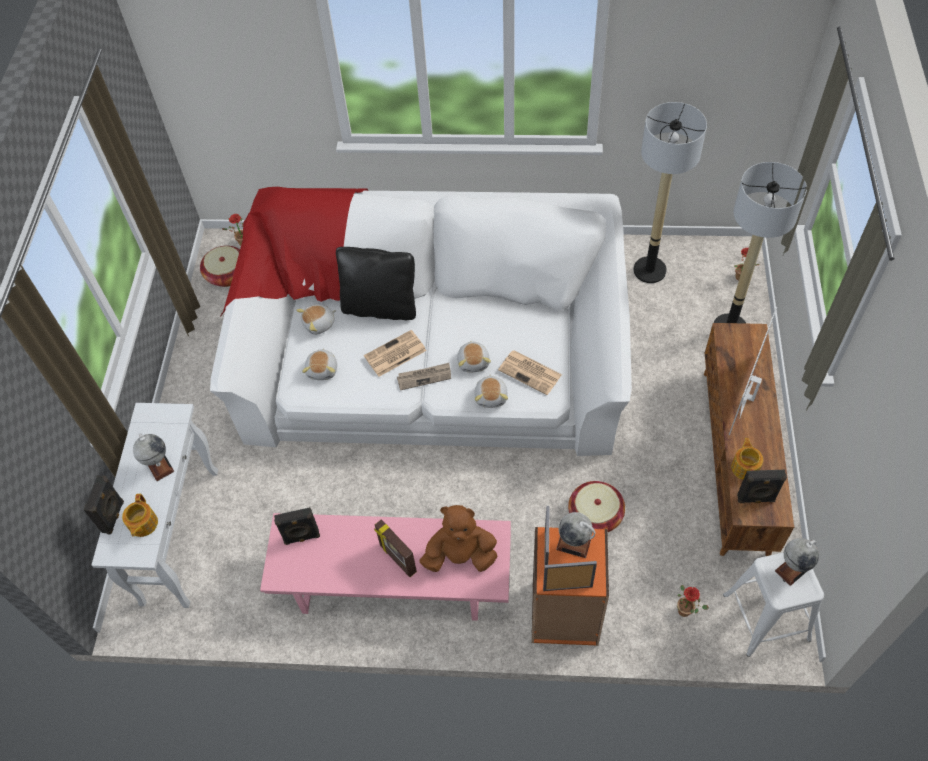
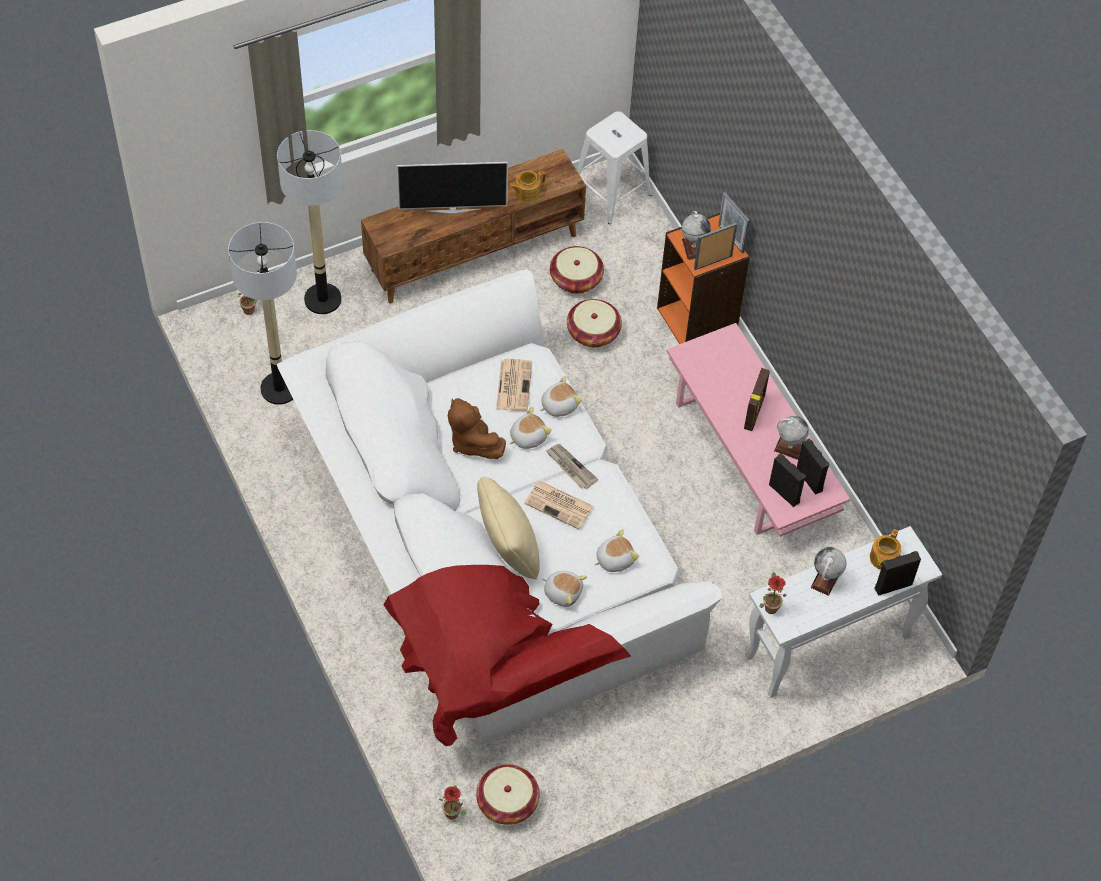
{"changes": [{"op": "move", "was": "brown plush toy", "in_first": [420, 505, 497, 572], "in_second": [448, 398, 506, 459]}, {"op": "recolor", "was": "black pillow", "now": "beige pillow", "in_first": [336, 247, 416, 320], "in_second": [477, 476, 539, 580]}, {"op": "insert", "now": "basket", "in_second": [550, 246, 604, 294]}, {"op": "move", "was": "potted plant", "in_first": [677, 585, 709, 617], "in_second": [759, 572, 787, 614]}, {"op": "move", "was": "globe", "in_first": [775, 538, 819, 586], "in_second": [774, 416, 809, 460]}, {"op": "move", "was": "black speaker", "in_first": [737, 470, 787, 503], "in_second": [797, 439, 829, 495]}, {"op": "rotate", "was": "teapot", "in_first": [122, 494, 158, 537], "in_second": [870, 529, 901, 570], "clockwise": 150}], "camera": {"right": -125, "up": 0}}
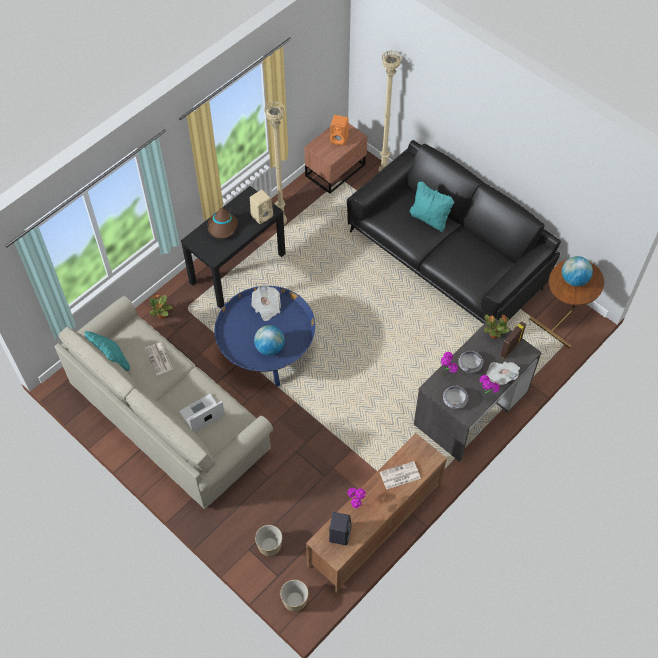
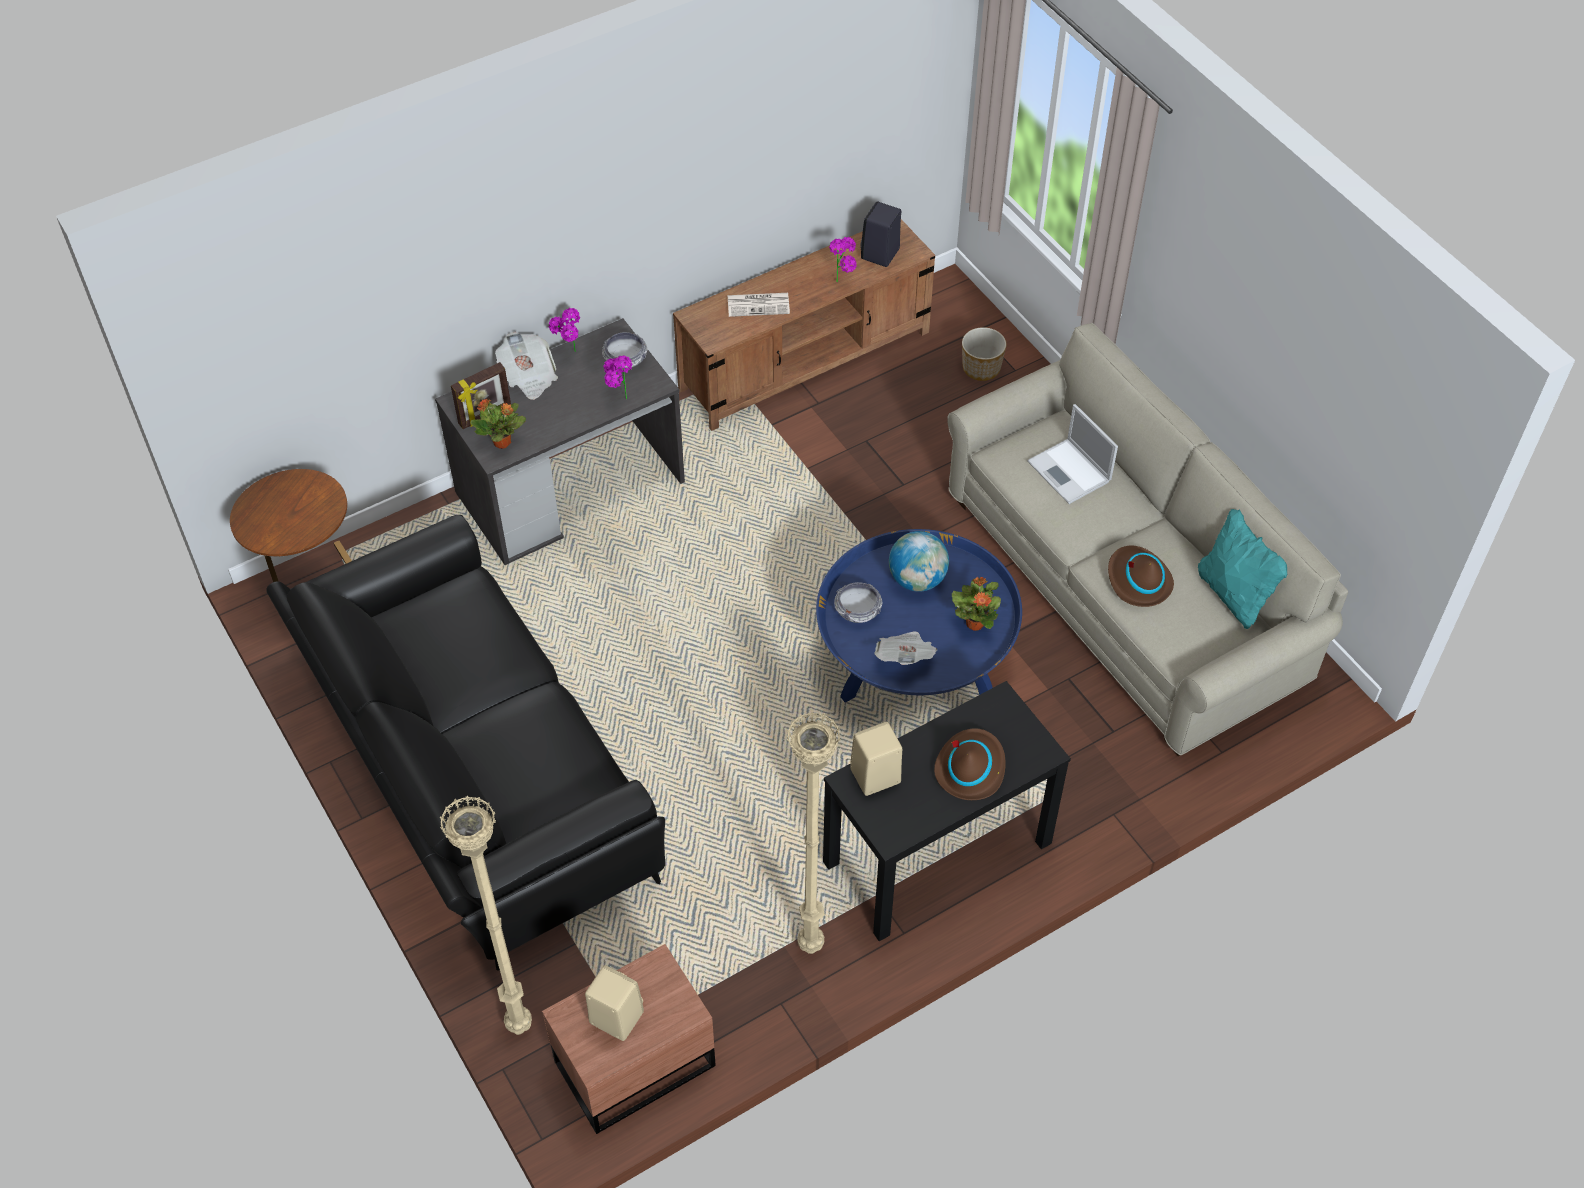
{"changes": [{"op": "recolor", "was": "orange speaker", "now": "beige speaker", "in_first": [330, 115, 349, 146], "in_second": [585, 965, 644, 1041]}, {"op": "move", "was": "bowl", "in_first": [458, 351, 484, 373], "in_second": [834, 582, 882, 623]}, {"op": "move", "was": "potted plant", "in_first": [150, 294, 172, 318], "in_second": [952, 577, 1001, 631]}, {"op": "rotate", "was": "laptop", "in_first": [179, 394, 225, 433], "in_second": [1027, 404, 1118, 504], "clockwise": 75}, {"op": "replace", "was": "newspaper", "now": "brown hat", "in_first": [145, 343, 173, 375], "in_second": [1108, 546, 1174, 607]}, {"op": "delete", "was": "planter", "in_first": [280, 580, 308, 612]}, {"op": "delete", "was": "turquoise pillow", "in_first": [410, 181, 454, 232]}, {"op": "delete", "was": "globe", "in_first": [562, 256, 593, 286]}], "camera": {"right": -165, "up": -5}}
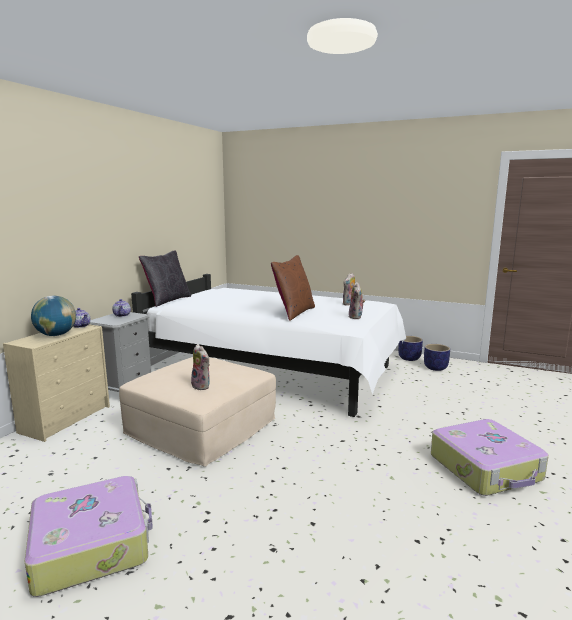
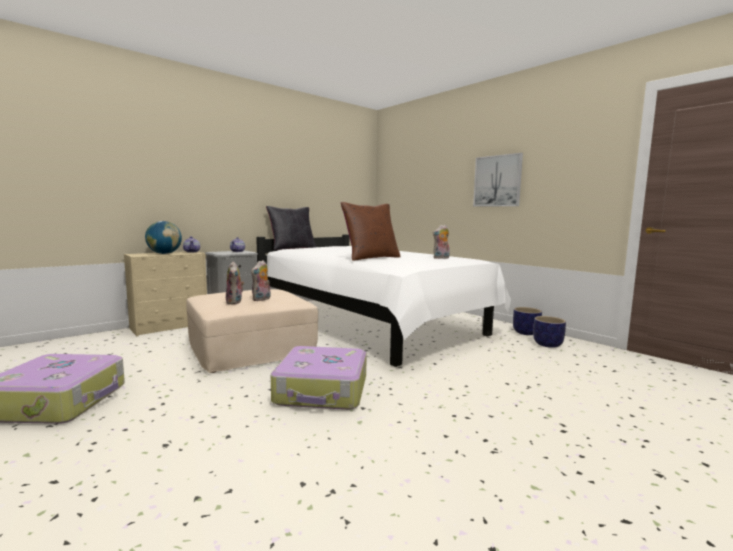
{"changes": [{"op": "move", "was": "plush toy", "in_first": [349, 282, 365, 319], "in_second": [251, 260, 270, 301]}, {"op": "move", "was": "suitcase", "in_first": [431, 419, 549, 496], "in_second": [271, 346, 367, 410]}, {"op": "insert", "now": "picture", "in_second": [473, 153, 523, 207]}], "camera": {"right": 25, "up": -5}}
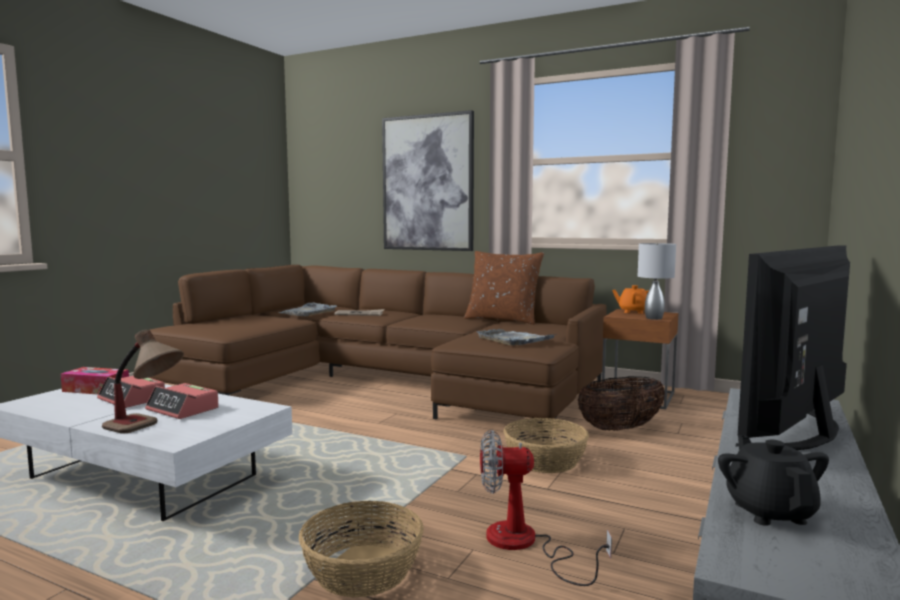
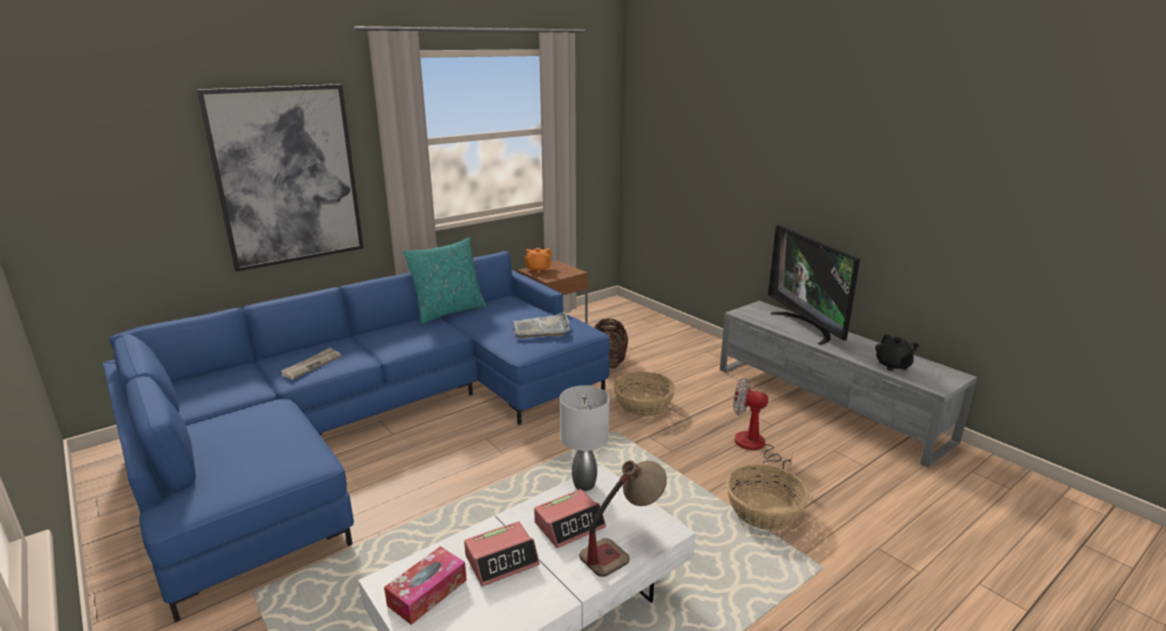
{"changes": [{"op": "recolor", "was": "brown sofa", "now": "blue sofa", "in_first": [141, 265, 607, 430], "in_second": [103, 251, 610, 622]}, {"op": "recolor", "was": "brown pillow", "now": "turquoise pillow", "in_first": [464, 251, 544, 324], "in_second": [403, 237, 487, 324]}, {"op": "move", "was": "grey table lamp", "in_first": [638, 242, 676, 320], "in_second": [560, 386, 609, 491]}, {"op": "rotate", "was": "fan", "in_first": [480, 430, 612, 586], "in_second": [733, 378, 793, 474], "clockwise": 90}, {"op": "rotate", "was": "black teapot", "in_first": [718, 435, 829, 526], "in_second": [875, 334, 919, 371], "clockwise": -120}, {"op": "delete", "was": "grey tray", "in_first": [278, 302, 337, 316]}], "camera": {"right": -65, "up": 15}}
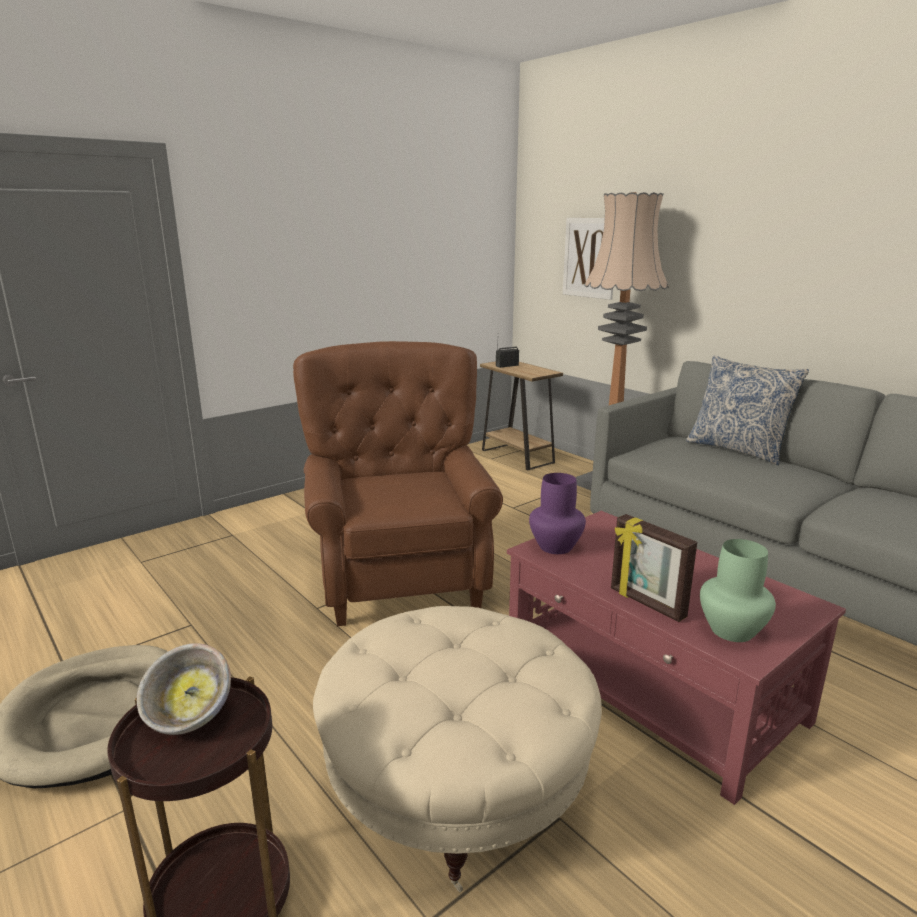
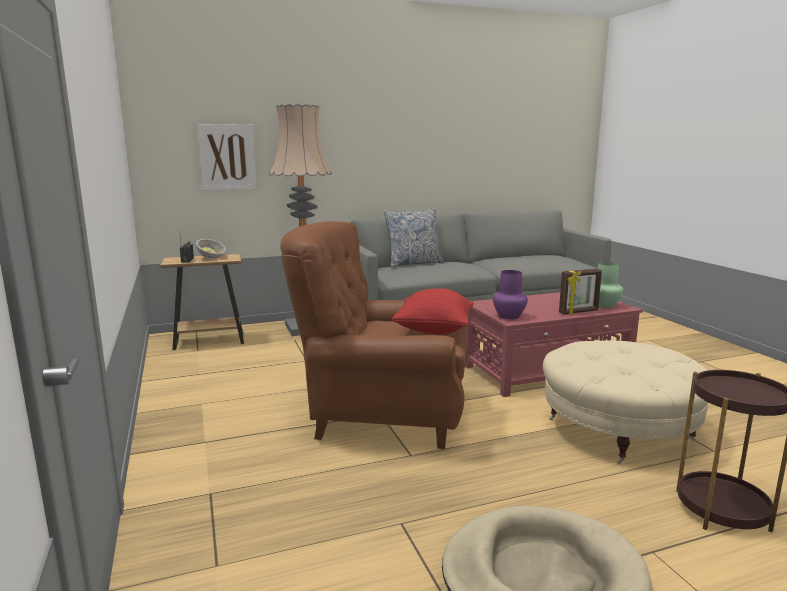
{"changes": [{"op": "move", "was": "bowl", "in_first": [137, 643, 231, 735], "in_second": [196, 239, 226, 259]}, {"op": "insert", "now": "red pillow", "in_second": [392, 288, 474, 335]}], "camera": {"right": -70, "up": -5}}
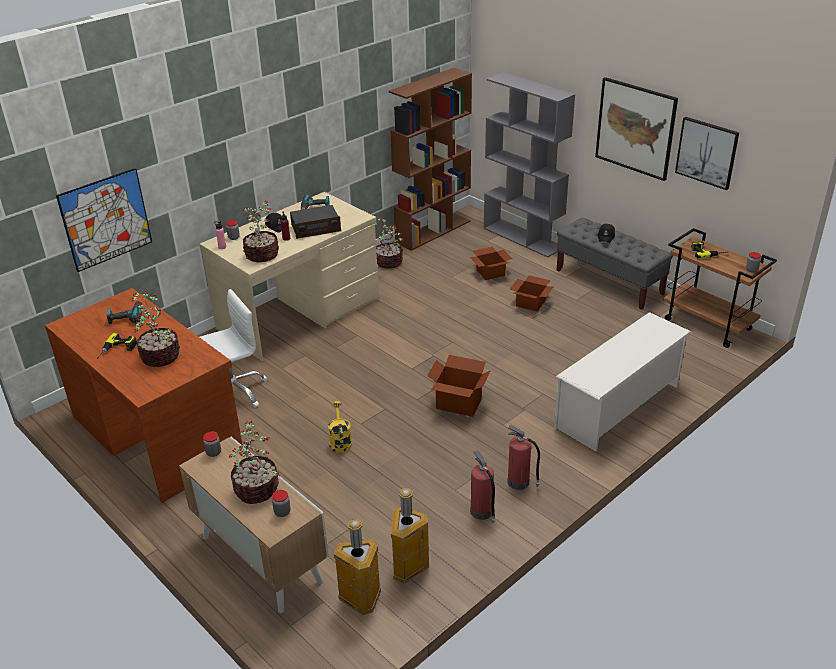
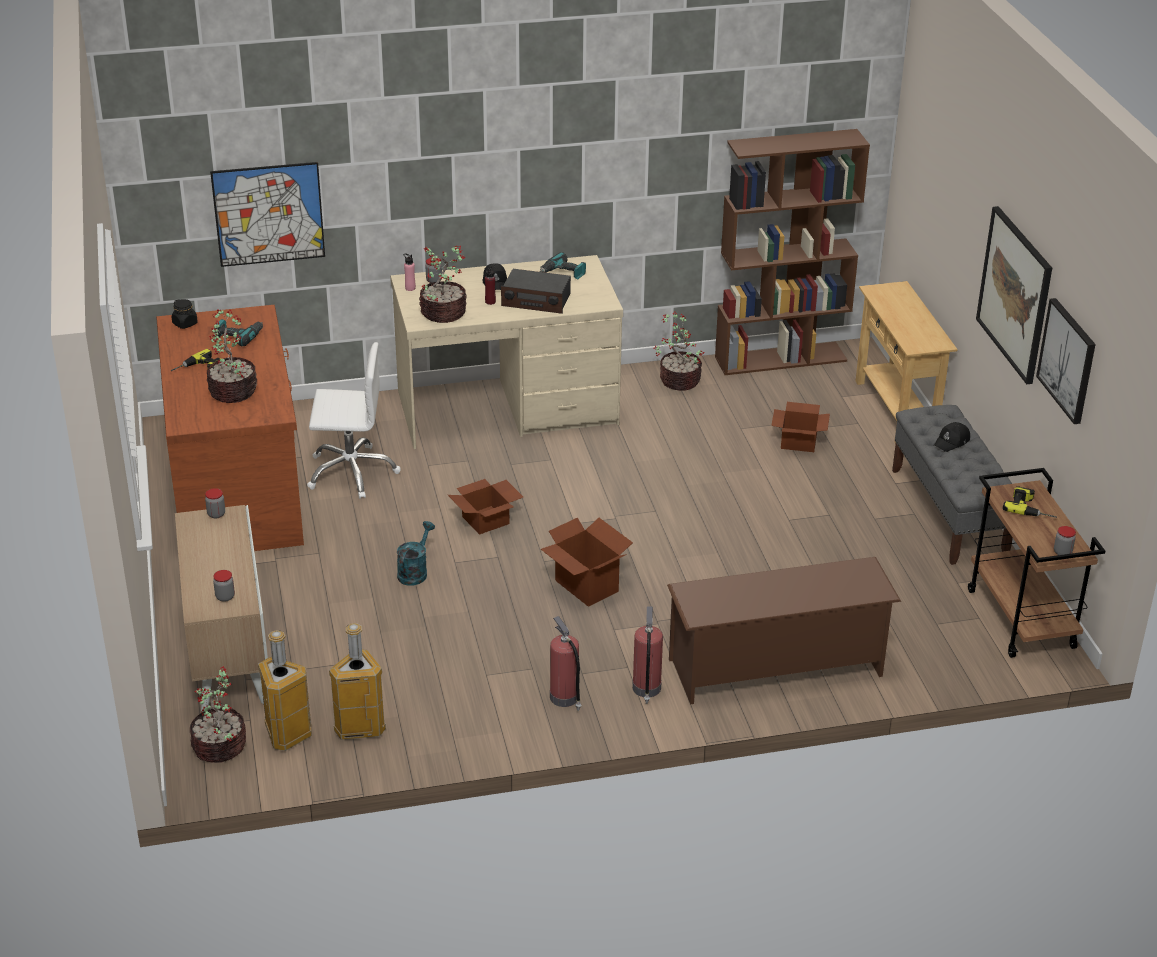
{"changes": [{"op": "insert", "now": "black jar", "in_second": [172, 299, 198, 329]}, {"op": "move", "was": "potted plant", "in_first": [229, 421, 280, 504], "in_second": [190, 666, 246, 763]}, {"op": "recolor", "was": "yellow watering can", "now": "turquoise watering can", "in_first": [328, 401, 352, 453], "in_second": [397, 521, 435, 586]}, {"op": "move", "was": "cardboard box", "in_first": [510, 275, 554, 312], "in_second": [448, 479, 523, 535]}, {"op": "move", "was": "fire extinguisher", "in_first": [470, 450, 496, 523], "in_second": [632, 606, 663, 704]}, {"op": "recolor", "was": "white shoe rack", "now": "brown shoe rack", "in_first": [554, 312, 691, 452], "in_second": [667, 557, 901, 704]}, {"op": "replace", "was": "grey bookcase", "now": "beige console table", "in_first": [484, 72, 575, 258], "in_second": [856, 281, 958, 444]}], "camera": {"right": 30, "up": 0}}
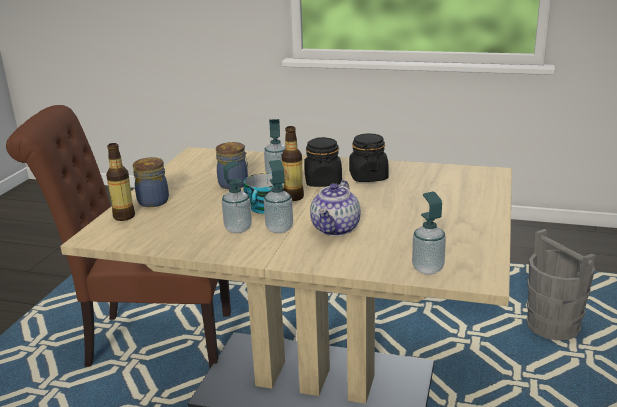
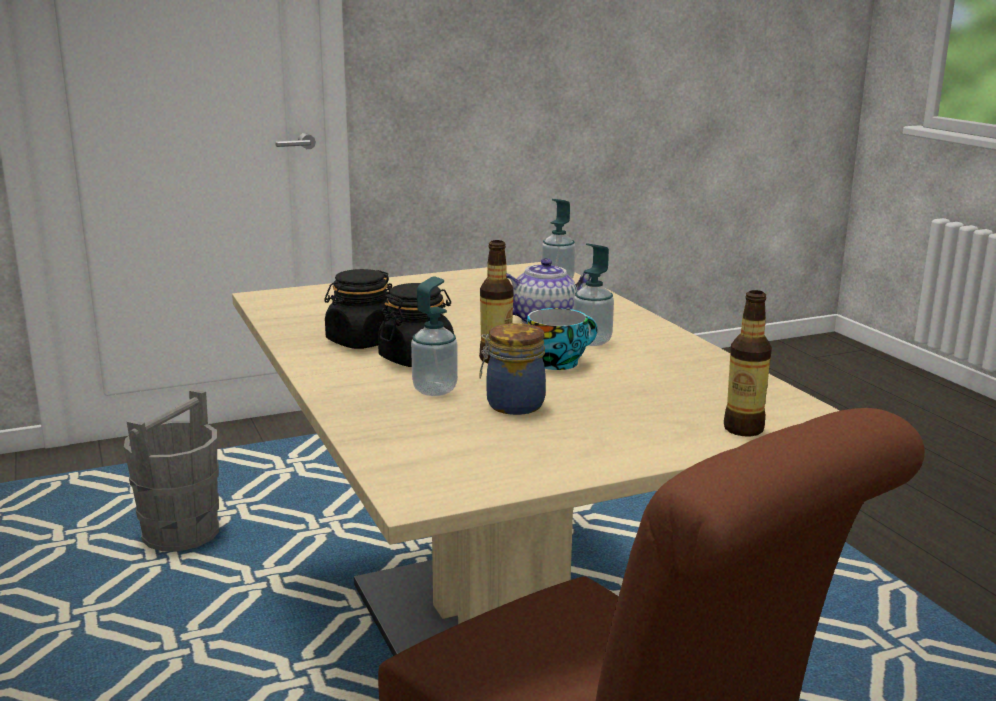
{"changes": [{"op": "delete", "was": "jar", "in_first": [133, 157, 169, 207]}, {"op": "delete", "was": "soap dispenser", "in_first": [222, 160, 252, 233]}], "camera": {"right": -130, "up": -5}}
